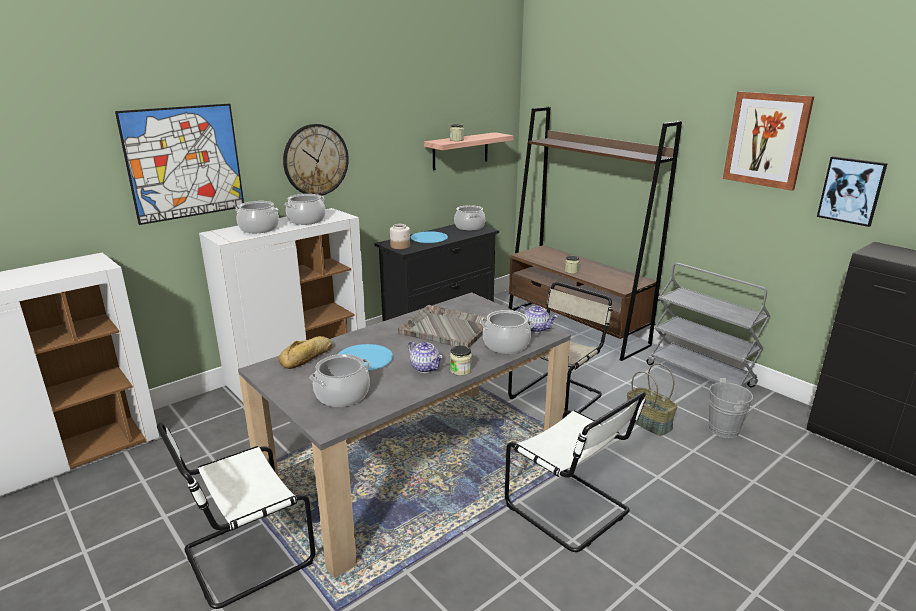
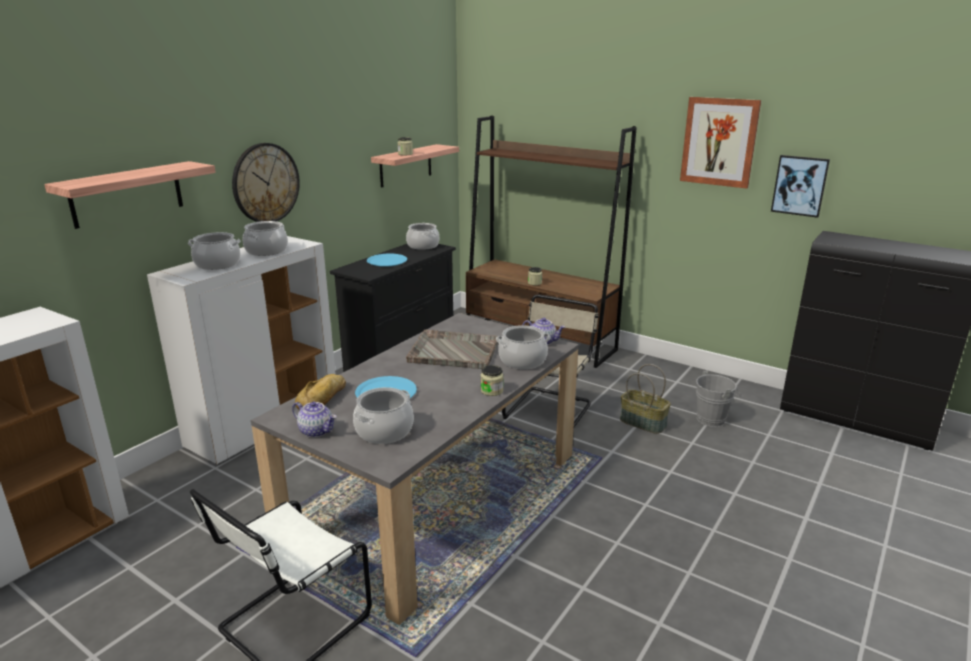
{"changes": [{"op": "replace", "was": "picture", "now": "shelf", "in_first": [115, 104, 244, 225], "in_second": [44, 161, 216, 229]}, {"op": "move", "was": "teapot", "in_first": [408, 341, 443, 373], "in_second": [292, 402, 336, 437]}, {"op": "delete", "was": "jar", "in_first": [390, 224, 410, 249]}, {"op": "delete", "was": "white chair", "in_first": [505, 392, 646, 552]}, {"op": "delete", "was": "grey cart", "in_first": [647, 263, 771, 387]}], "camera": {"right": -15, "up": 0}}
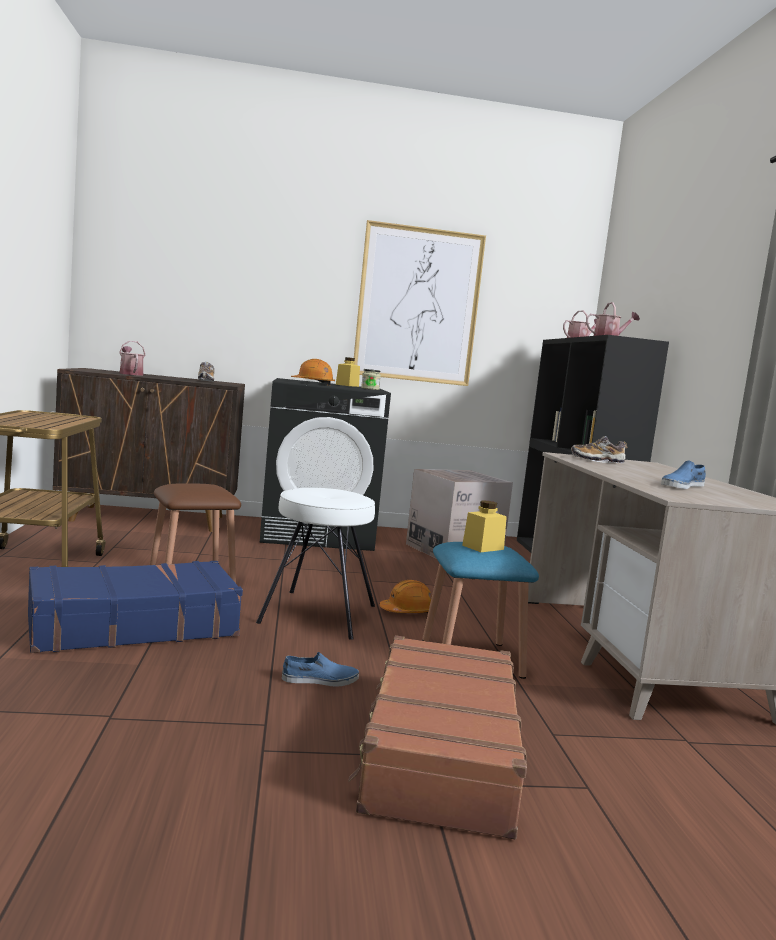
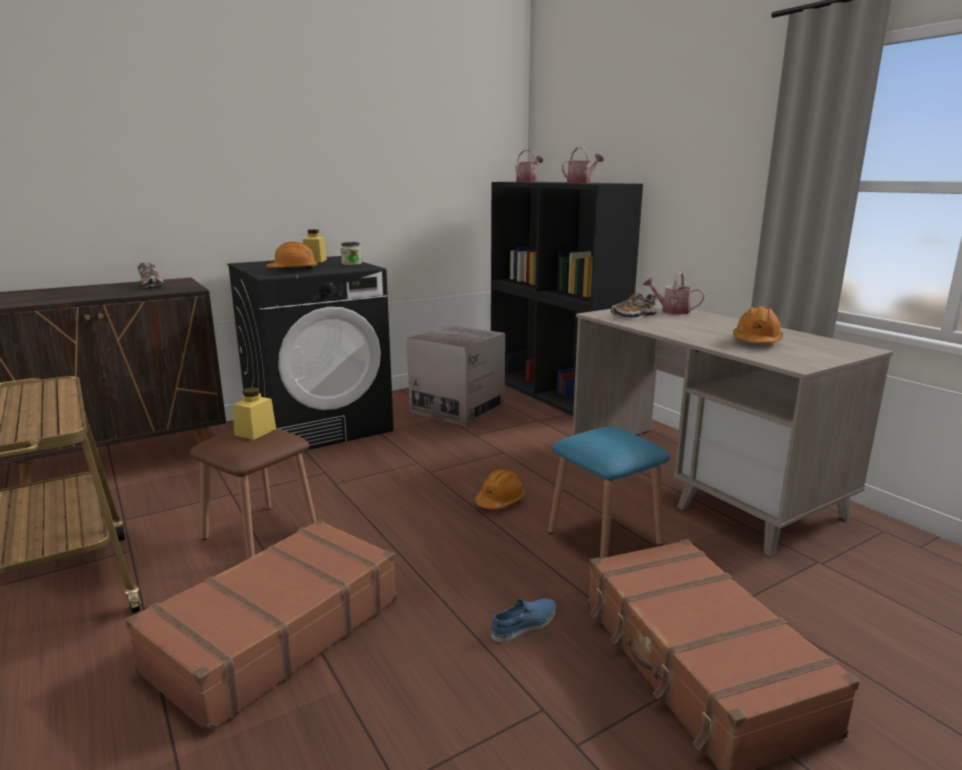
{"changes": [{"op": "recolor", "was": "blue suitcase", "now": "brown suitcase", "in_first": [28, 561, 243, 653], "in_second": [126, 519, 397, 734]}, {"op": "move", "was": "yellow jar", "in_first": [462, 500, 507, 552], "in_second": [232, 388, 276, 440]}, {"op": "move", "was": "watering can", "in_first": [119, 341, 145, 376], "in_second": [643, 272, 705, 315]}, {"op": "replace", "was": "blue shoe", "now": "orange hard hat", "in_first": [661, 461, 706, 489], "in_second": [733, 306, 783, 343]}, {"op": "delete", "was": "white stool", "in_first": [256, 488, 375, 640]}, {"op": "delete", "was": "picture", "in_first": [354, 220, 486, 386]}], "camera": {"right": -25, "up": 10}}
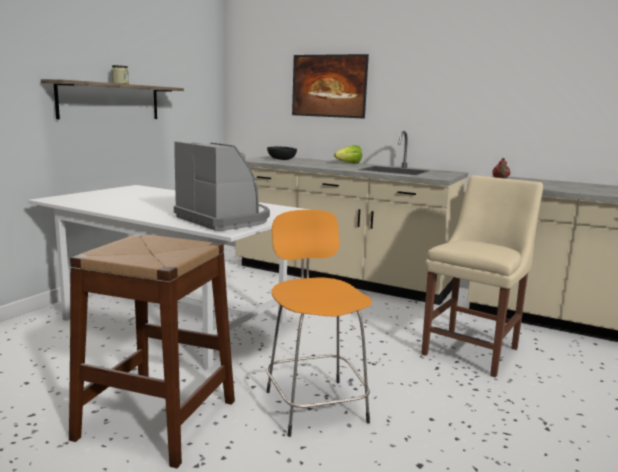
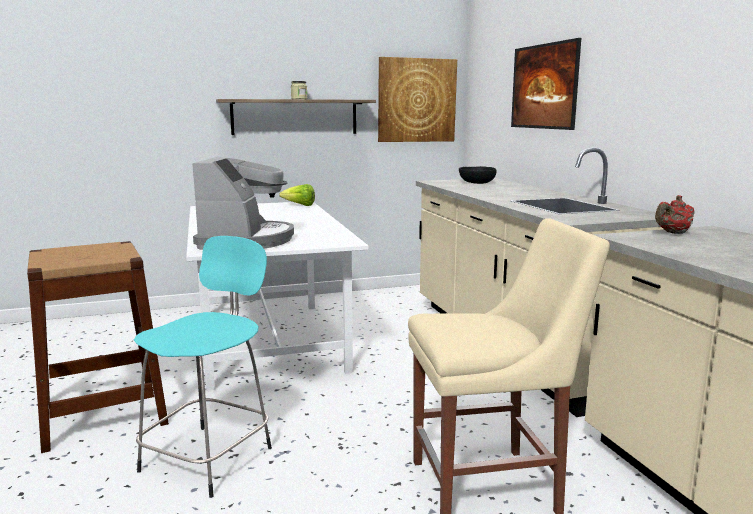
{"changes": [{"op": "recolor", "was": "orange stool", "now": "turquoise stool", "in_first": [266, 210, 372, 437], "in_second": [134, 236, 272, 498]}, {"op": "move", "was": "lettuce", "in_first": [334, 145, 362, 164], "in_second": [279, 184, 315, 206]}, {"op": "insert", "now": "picture", "in_second": [378, 57, 457, 142]}], "camera": {"right": 45, "up": 0}}
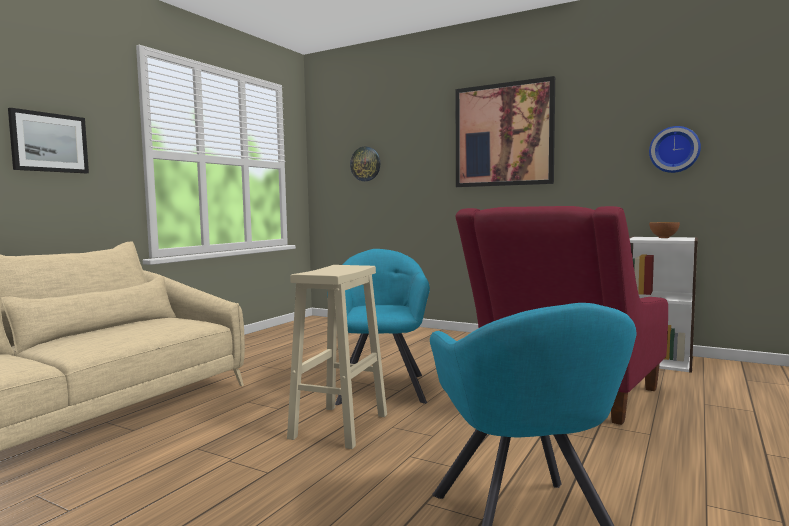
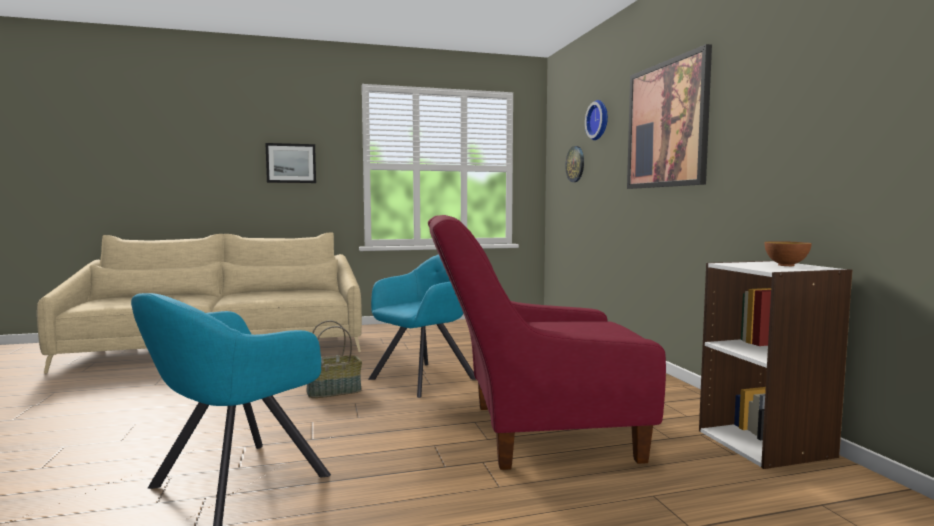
{"changes": [{"op": "replace", "was": "beige stool", "now": "basket", "in_first": [287, 265, 387, 449], "in_second": [307, 320, 362, 398]}, {"op": "move", "was": "wall clock", "in_first": [649, 126, 701, 173], "in_second": [585, 100, 608, 140]}], "camera": {"right": 45, "up": 0}}
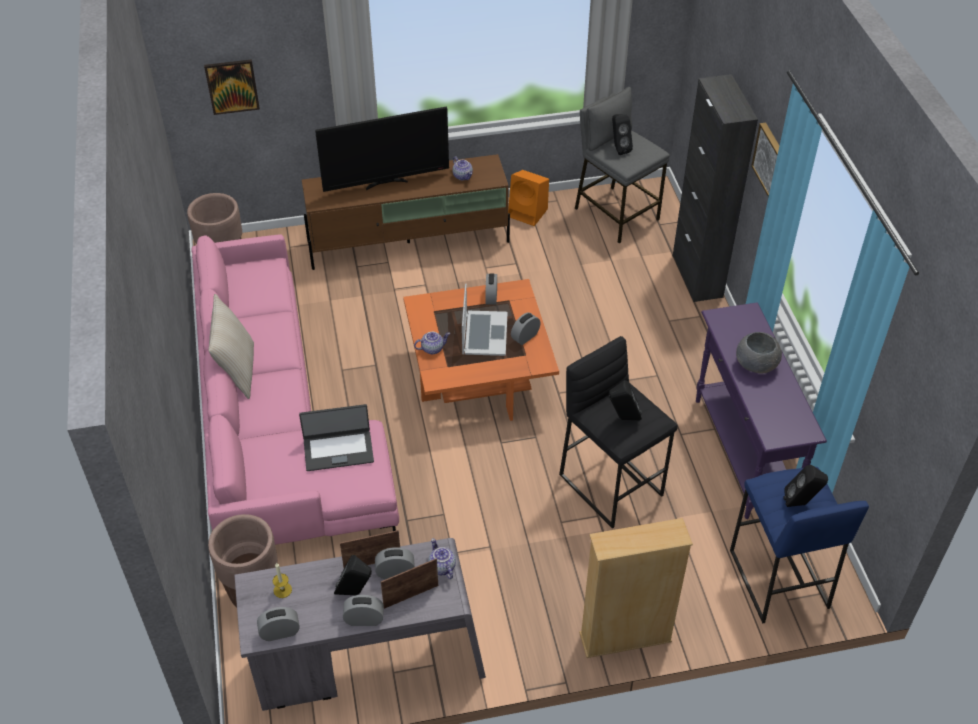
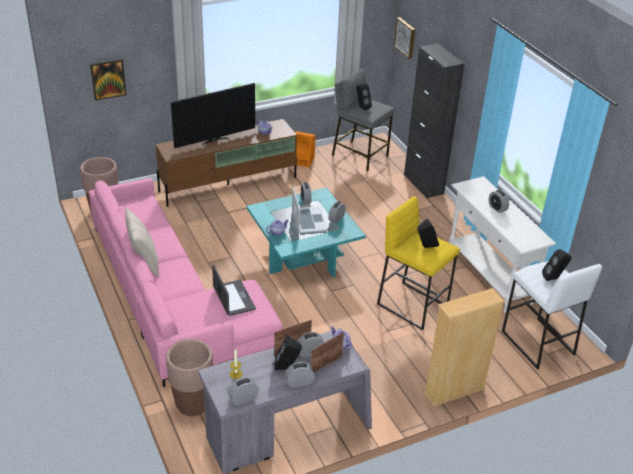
{"changes": [{"op": "rotate", "was": "laptop", "in_first": [299, 404, 374, 471], "in_second": [212, 265, 256, 316], "clockwise": -90}, {"op": "recolor", "was": "orange coffee table", "now": "turquoise coffee table", "in_first": [403, 279, 559, 421], "in_second": [247, 187, 366, 278]}, {"op": "recolor", "was": "black stool", "now": "yellow stool", "in_first": [559, 336, 678, 529], "in_second": [377, 196, 460, 330]}, {"op": "move", "was": "picture", "in_first": [751, 123, 779, 197], "in_second": [394, 17, 415, 59]}, {"op": "recolor", "was": "purple console table", "now": "white console table", "in_first": [696, 302, 827, 519], "in_second": [449, 176, 556, 313]}, {"op": "replace", "was": "grey bowl", "now": "alarm clock", "in_first": [736, 332, 782, 373], "in_second": [489, 190, 509, 213]}, {"op": "recolor", "was": "blue stool", "now": "white stool", "in_first": [730, 467, 869, 624], "in_second": [502, 261, 602, 370]}], "camera": {"right": -15, "up": -10}}
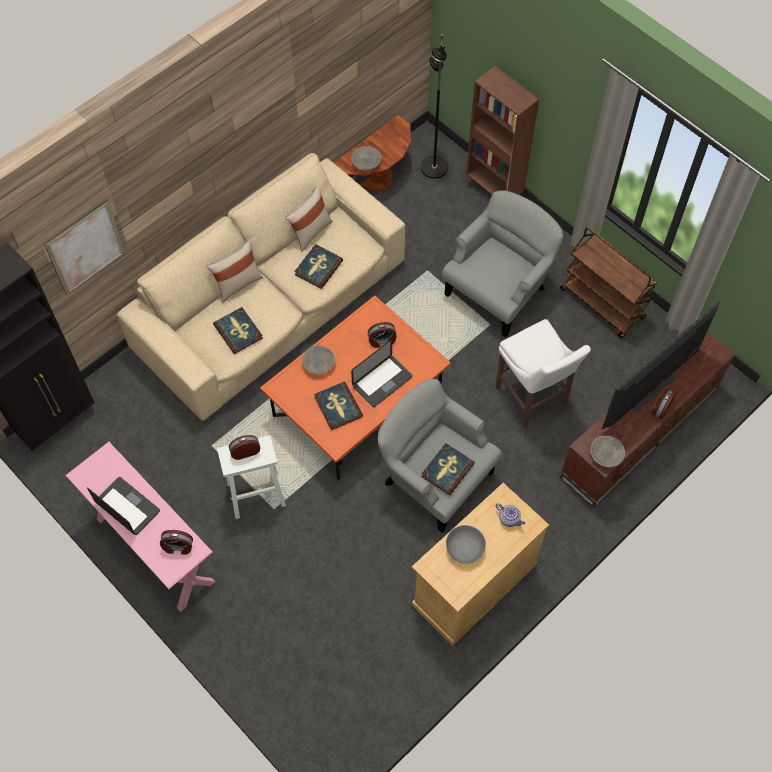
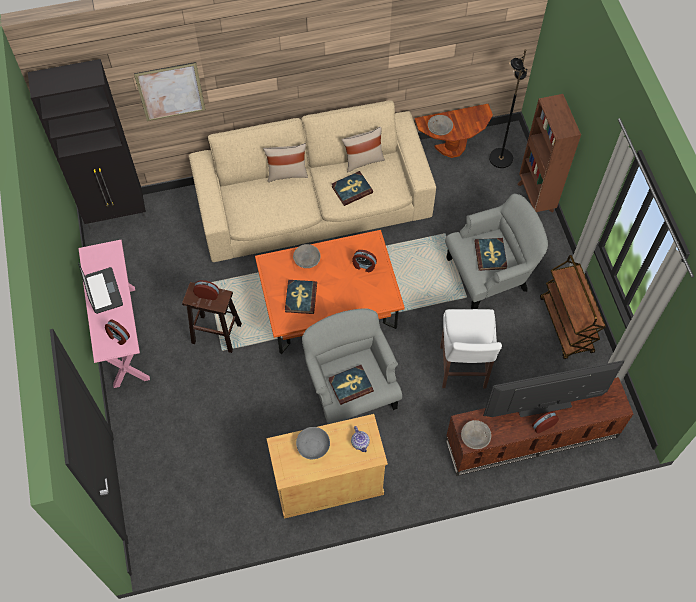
{"changes": [{"op": "recolor", "was": "white stool", "now": "brown stool", "in_first": [217, 435, 286, 519], "in_second": [182, 282, 242, 353]}, {"op": "move", "was": "book", "in_first": [213, 307, 263, 354], "in_second": [475, 238, 507, 271]}, {"op": "delete", "was": "laptop", "in_first": [351, 339, 413, 407]}], "camera": {"right": 30, "up": 0}}
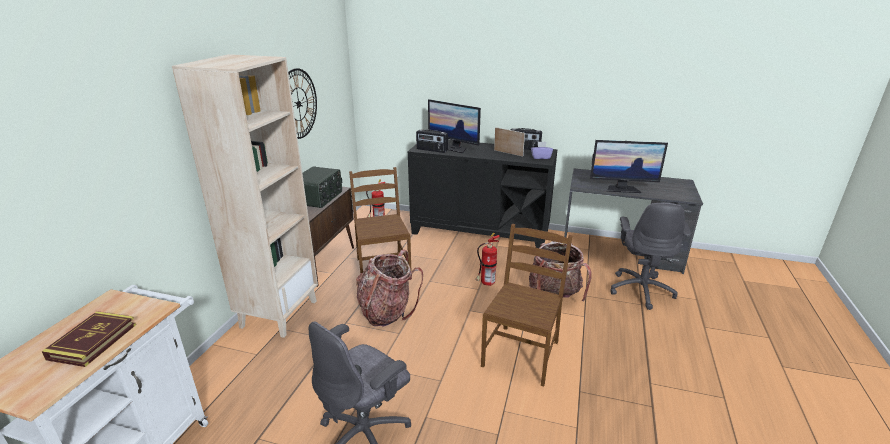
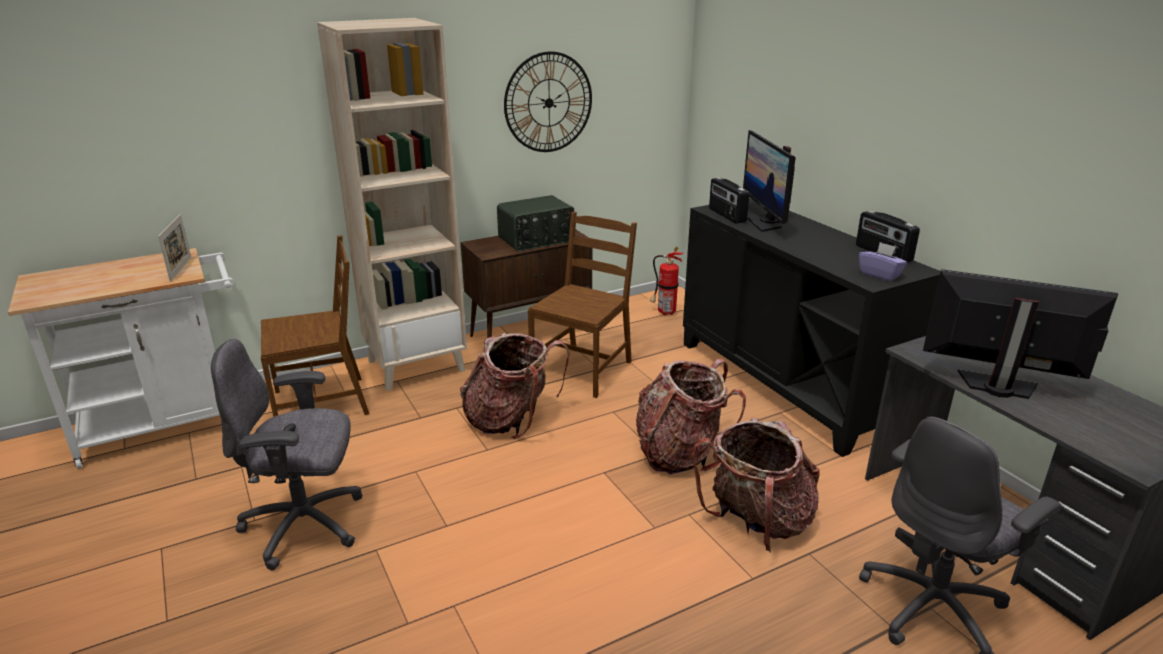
{"changes": [{"op": "move", "was": "picture frame", "in_first": [494, 127, 525, 157], "in_second": [158, 214, 191, 282]}, {"op": "move", "was": "brown chair", "in_first": [481, 224, 573, 387], "in_second": [261, 235, 369, 417]}, {"op": "replace", "was": "fire extinguisher", "now": "backpack", "in_first": [475, 233, 500, 286], "in_second": [636, 359, 746, 474]}, {"op": "rotate", "was": "monitor", "in_first": [590, 140, 668, 193], "in_second": [923, 269, 1118, 399], "clockwise": 150}, {"op": "delete", "was": "book", "in_first": [41, 311, 136, 367]}], "camera": {"right": 45, "up": 0}}
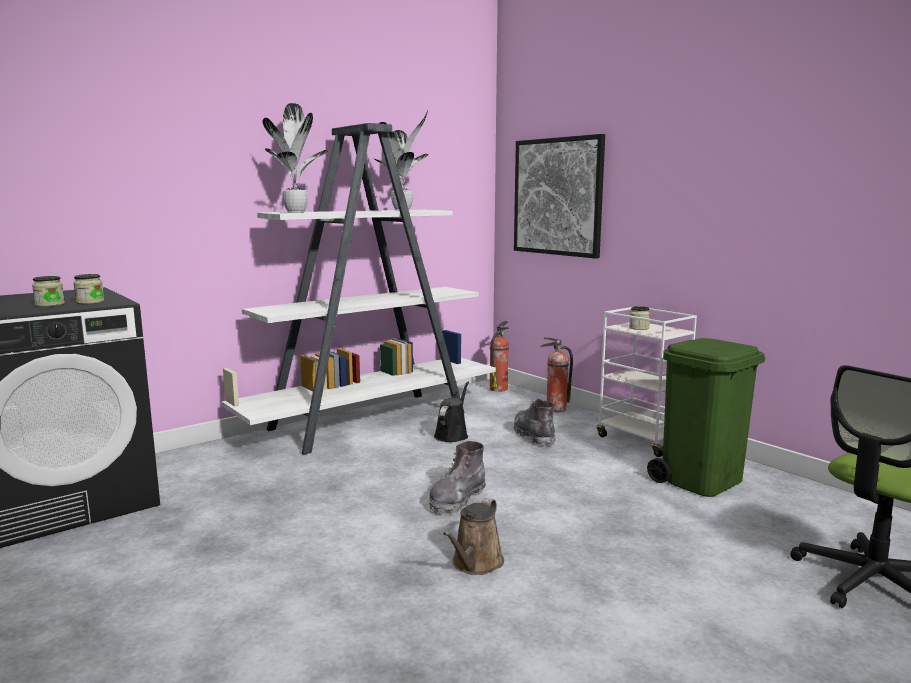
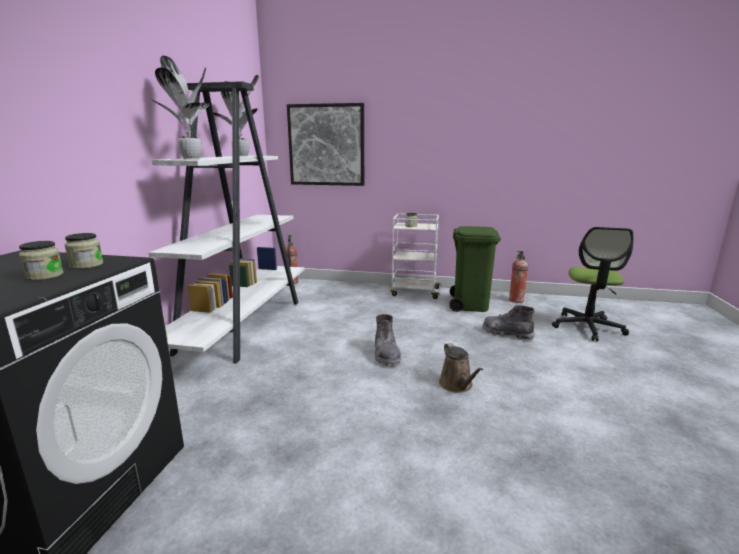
{"changes": [{"op": "move", "was": "grey boot", "in_first": [514, 399, 555, 446], "in_second": [482, 305, 535, 340]}, {"op": "move", "was": "fire extinguisher", "in_first": [541, 337, 573, 412], "in_second": [509, 251, 528, 303]}, {"op": "delete", "was": "black watering can", "in_first": [434, 382, 469, 442]}], "camera": {"right": -40, "up": 5}}
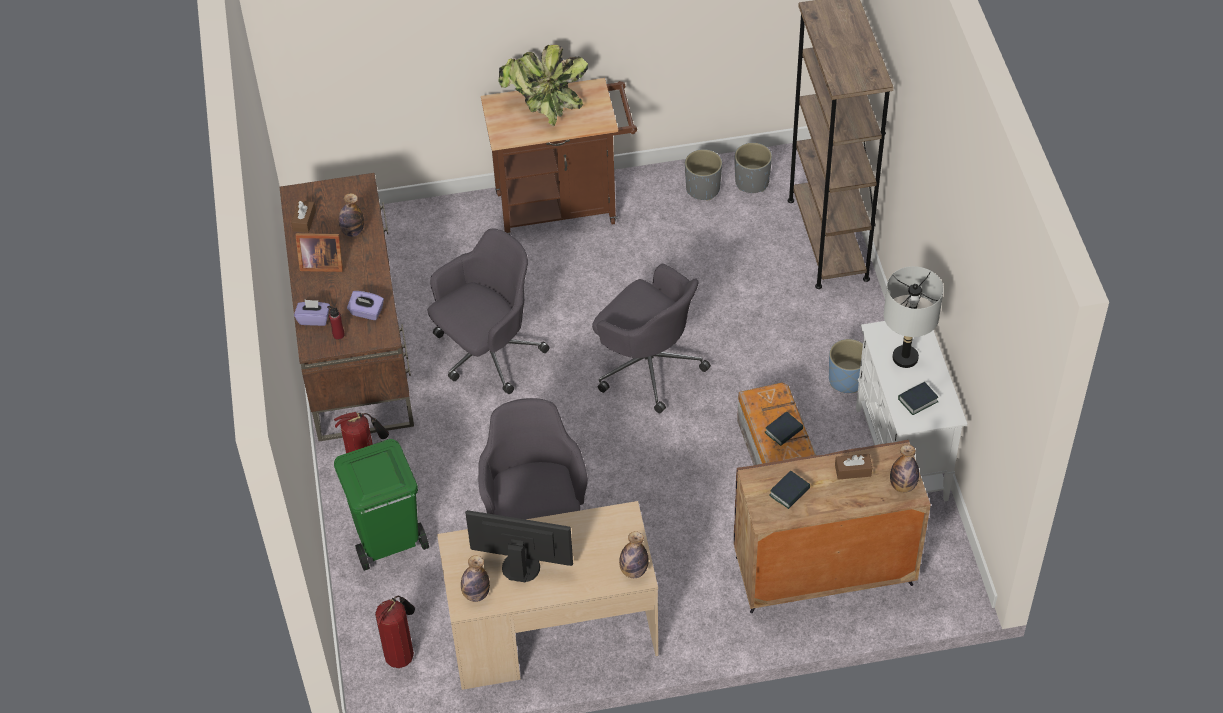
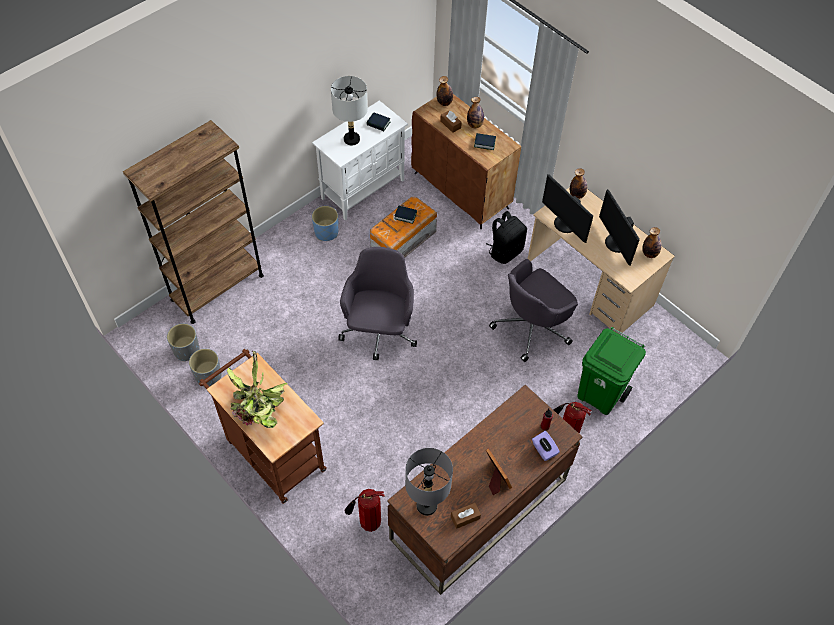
{"changes": [{"op": "move", "was": "fire extinguisher", "in_first": [375, 596, 415, 668], "in_second": [344, 489, 384, 532]}, {"op": "insert", "now": "grey table lamp", "in_second": [405, 448, 453, 516]}, {"op": "move", "was": "bottle", "in_first": [339, 193, 364, 237], "in_second": [467, 97, 484, 128]}, {"op": "insert", "now": "black backpack", "in_second": [486, 211, 527, 264]}, {"op": "insert", "now": "monitor", "in_second": [542, 174, 593, 243]}, {"op": "delete", "was": "purple tissue box", "in_first": [347, 291, 384, 320]}, {"op": "delete", "was": "grey office chair", "in_first": [428, 228, 550, 394]}], "camera": {"right": -125, "up": 5}}
